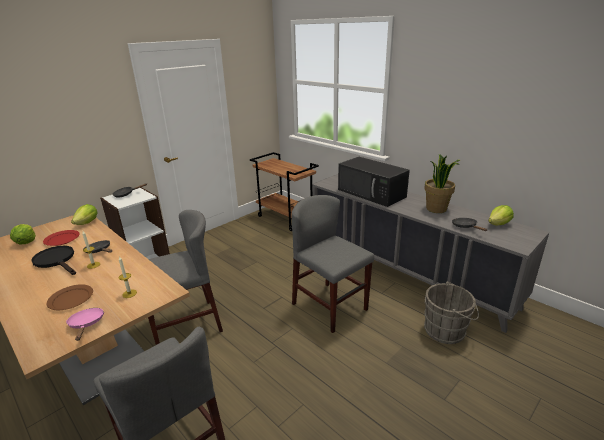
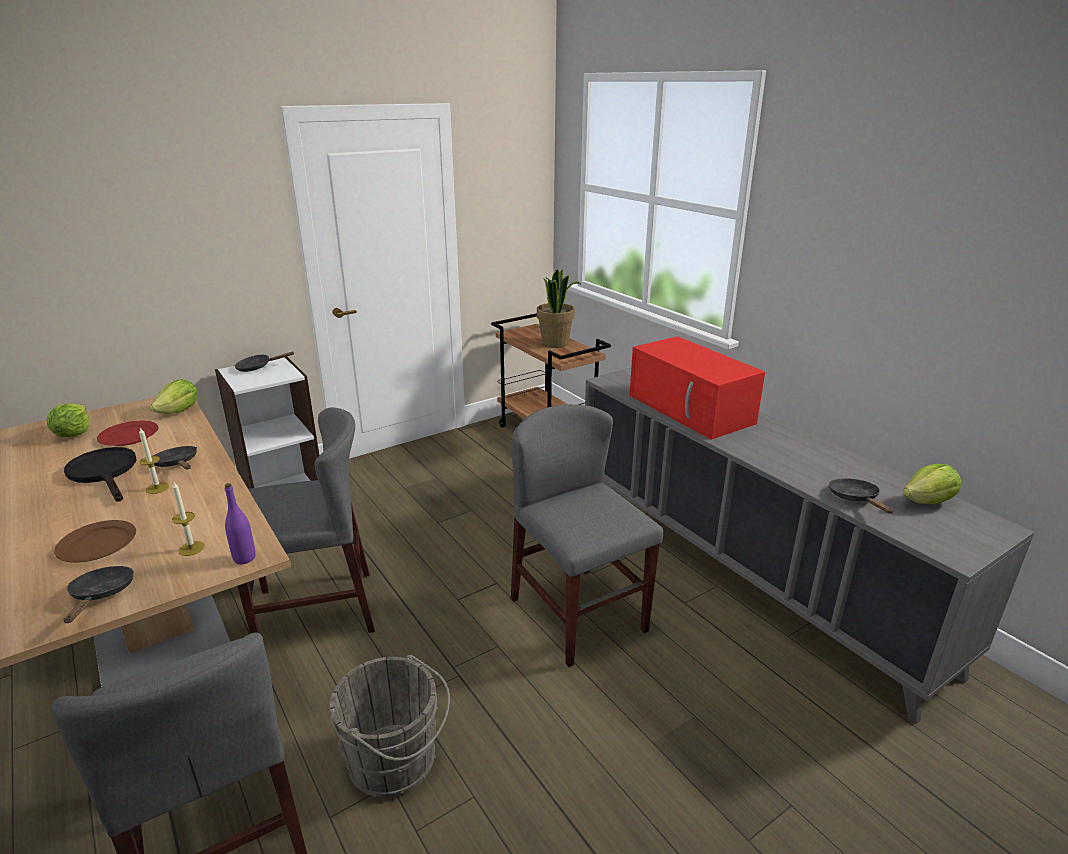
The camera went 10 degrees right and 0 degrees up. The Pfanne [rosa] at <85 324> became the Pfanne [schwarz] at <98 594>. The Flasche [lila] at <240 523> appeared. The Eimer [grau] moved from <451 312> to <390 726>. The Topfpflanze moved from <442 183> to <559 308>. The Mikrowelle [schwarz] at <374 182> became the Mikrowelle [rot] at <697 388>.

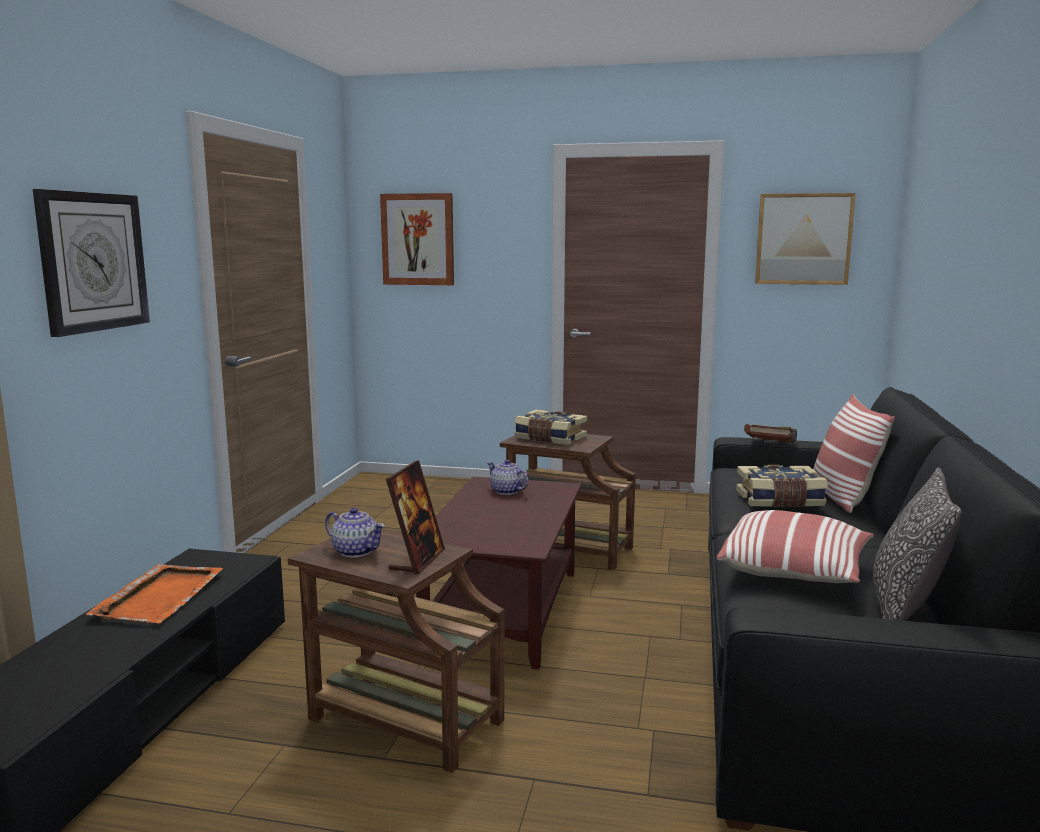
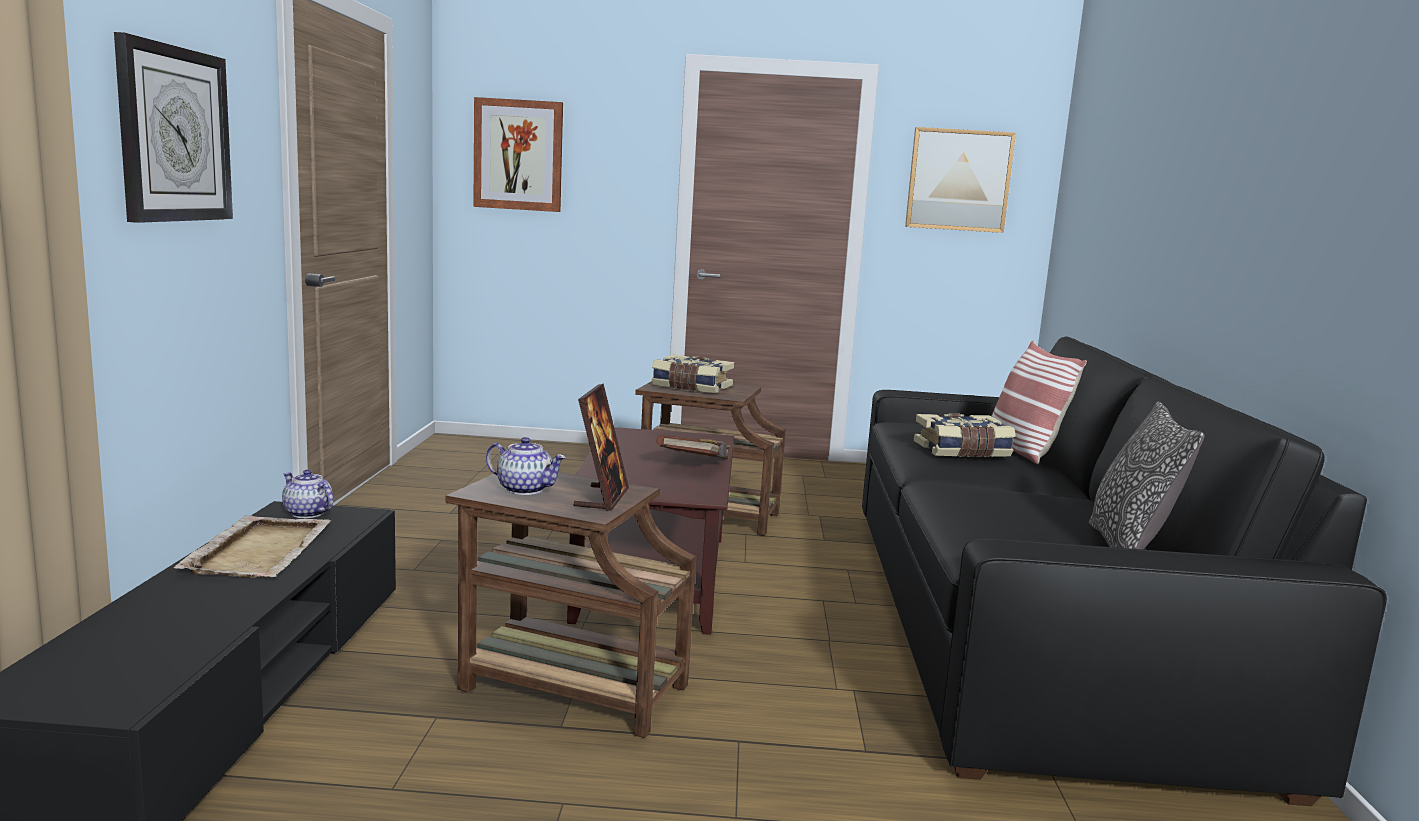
The camera went 10 degrees left and 0 degrees up. The Tablett [orange] at <154 593> became the Tablett [beige] at <252 546>. The Teekanne moved from <508 477> to <307 494>. The Buch [braun] moved from <770 433> to <694 447>. The Kissen at <795 546> disappeared.

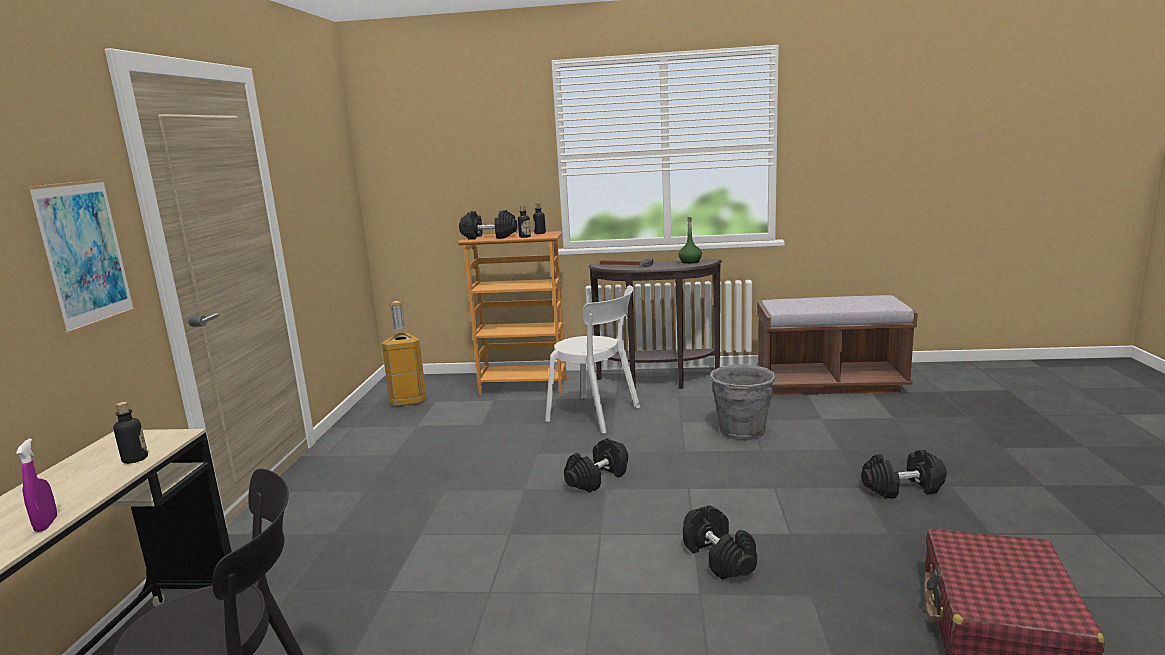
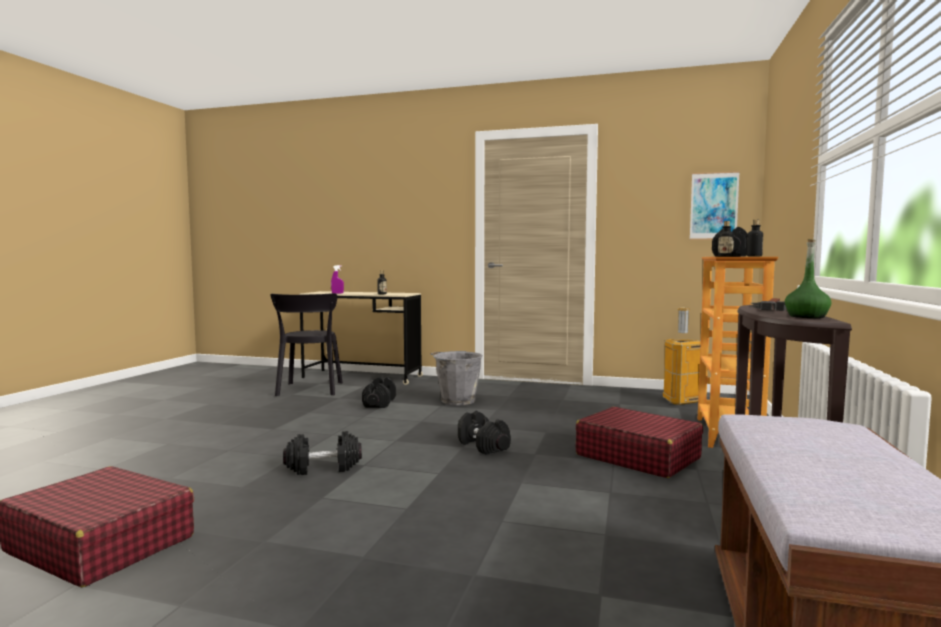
The camera went 100 degrees right and 10 degrees down. The Hantel [schwarz] moved from <904 474> to <379 392>. The Eimer [grau] moved from <741 402> to <456 378>. The Stuhl [weiß] at <592 359> was replaced by the Koffer [rot] at <639 442>. The Bild moved from <81 256> to <715 205>.

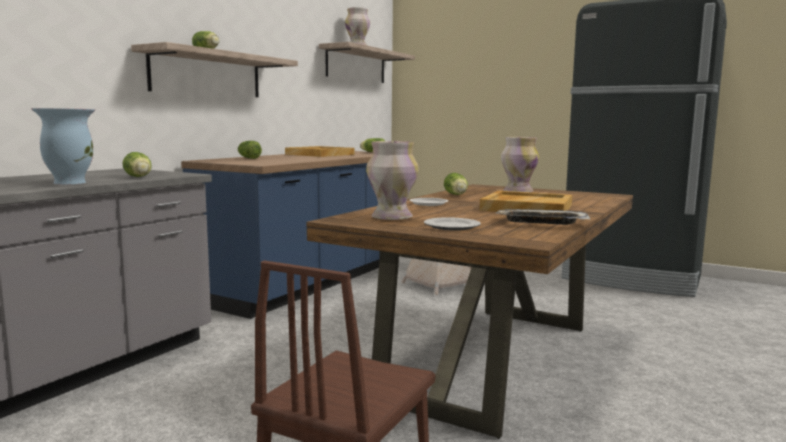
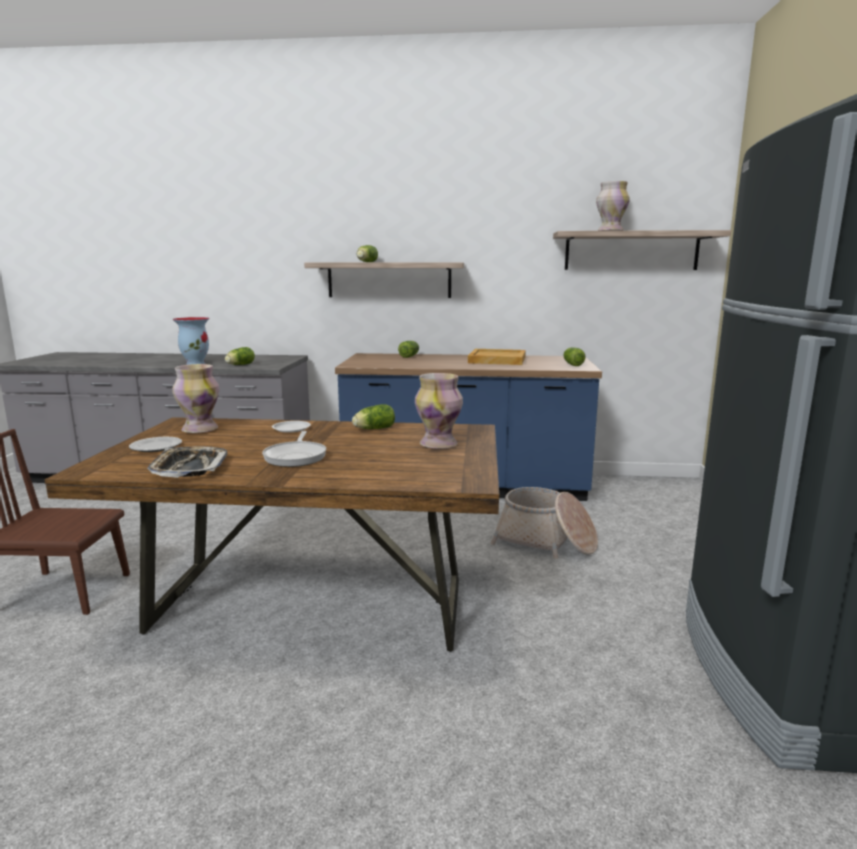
The camera went 65 degrees right and 5 degrees up. The Tablett [beige] at <525 201> was replaced by the Pfanne at <294 449>.

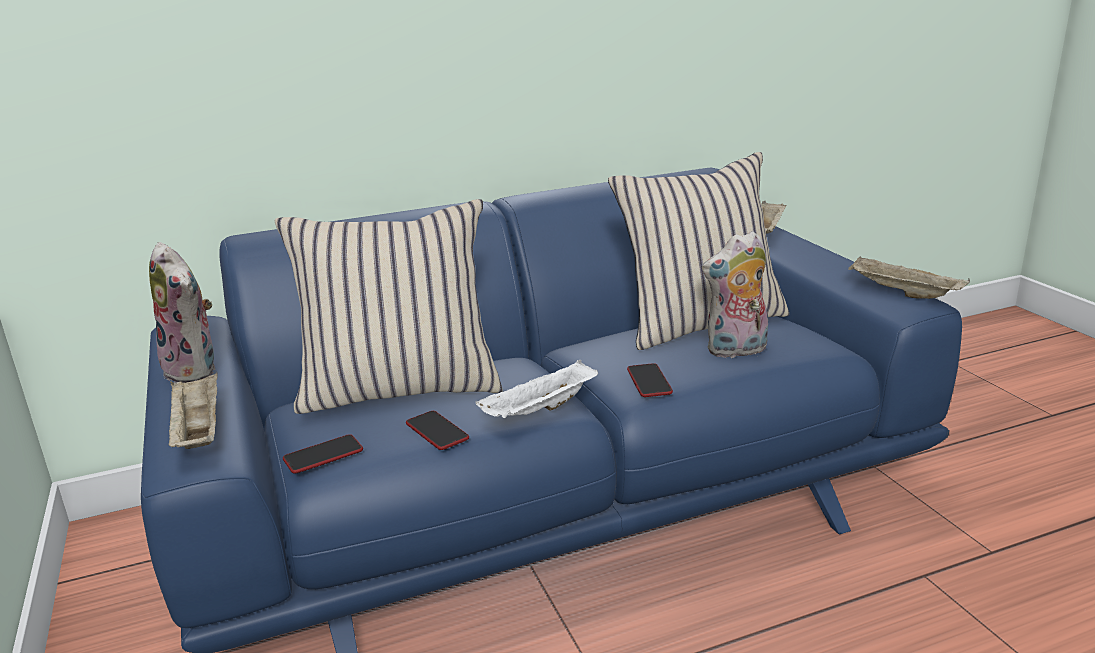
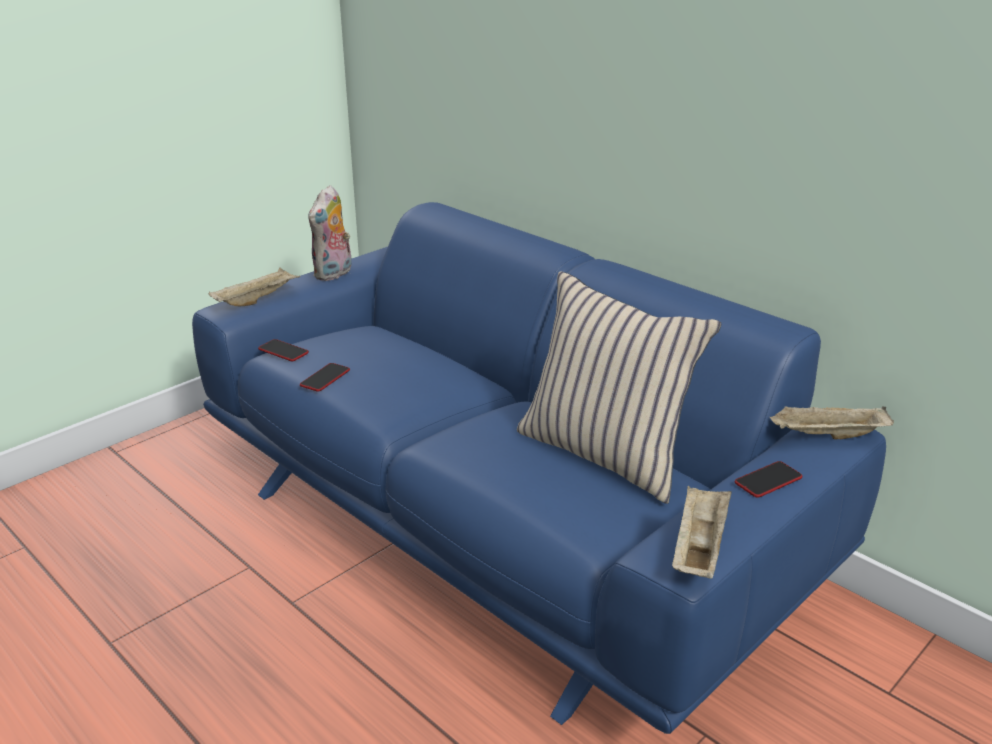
The camera went 65 degrees right and 5 degrees up. The Handy moved from <650 380> to <768 479>. The Kissen [beige] at <389 306> disappeared. The Tablett [weiß] at <536 389> disappeared. The Plüschtier at <735 294> disappeared.

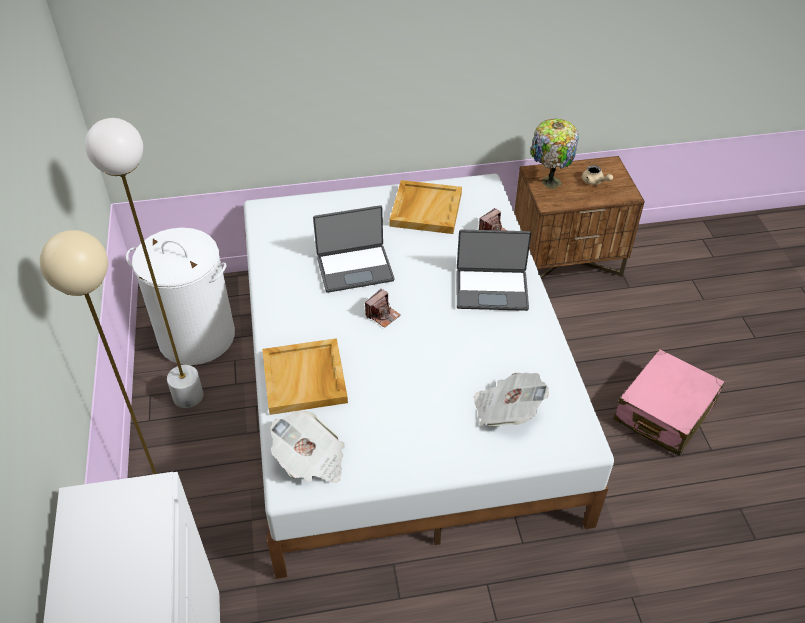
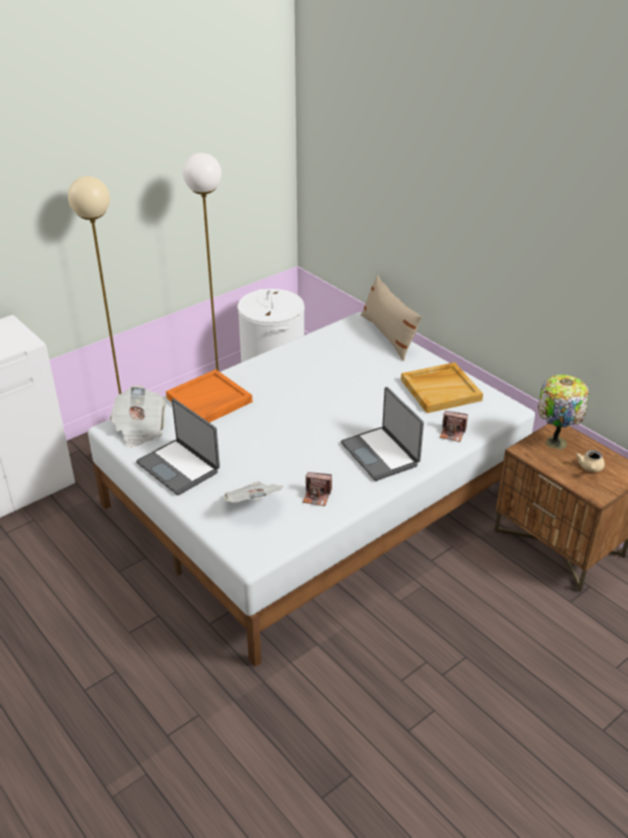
The camera went 60 degrees right and 10 degrees down. The Laptop moved from <354 249> to <178 447>. The Tablett [beige] at <305 376> became the Tablett [orange] at <209 396>. The Kamera moved from <383 308> to <317 489>. The Kissen [beige] at <391 318> appeared. The Koffer [rosa] at <669 402> disappeared.

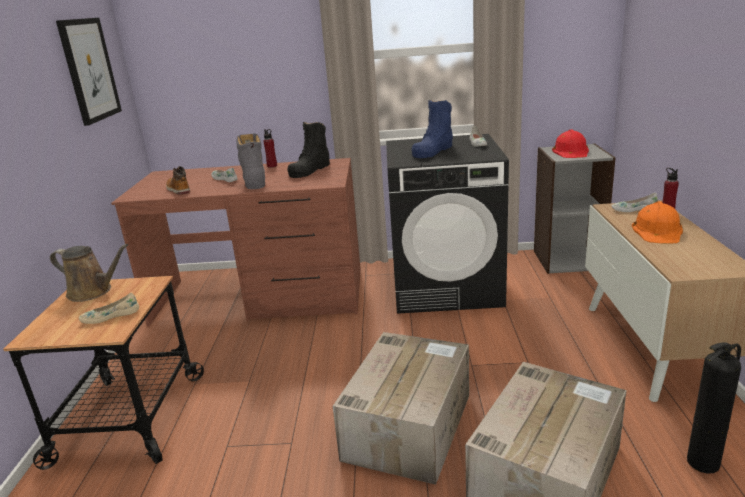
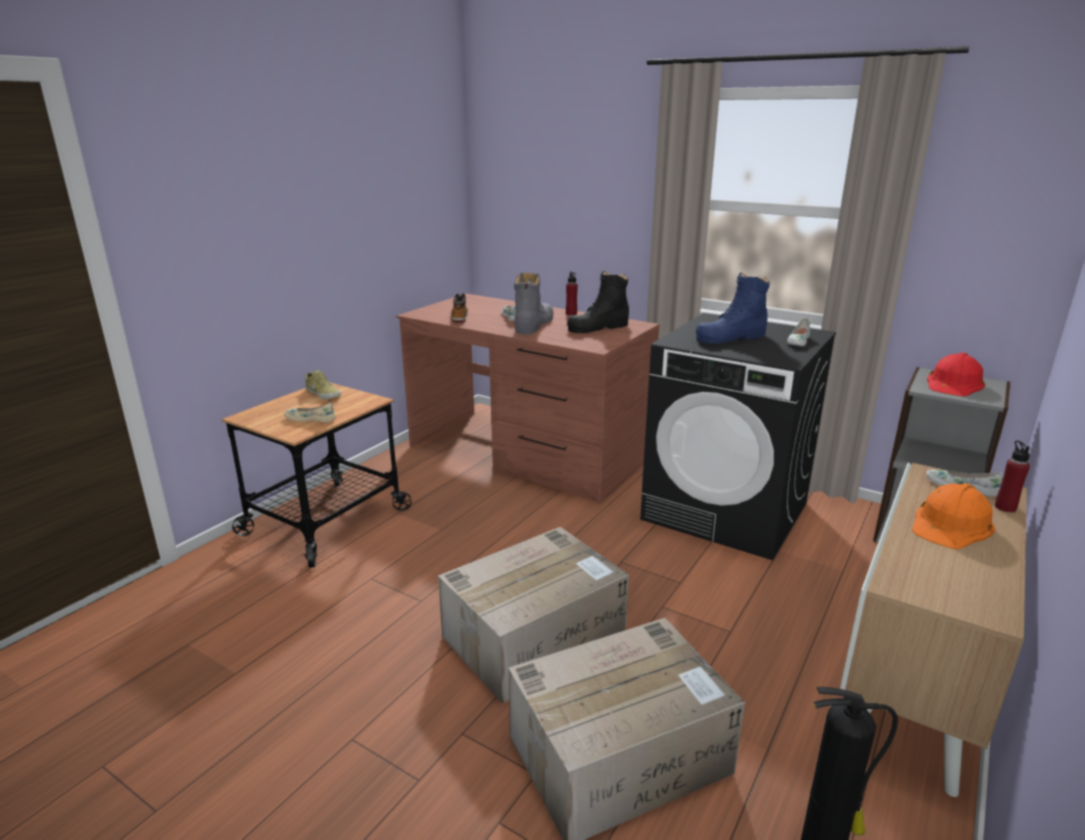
The camera went 30 degrees right and 0 degrees up. The Gießkanne [braun] at <89 273> was replaced by the Schuh [beige] at <323 384>. The Bild at <89 72> disappeared.

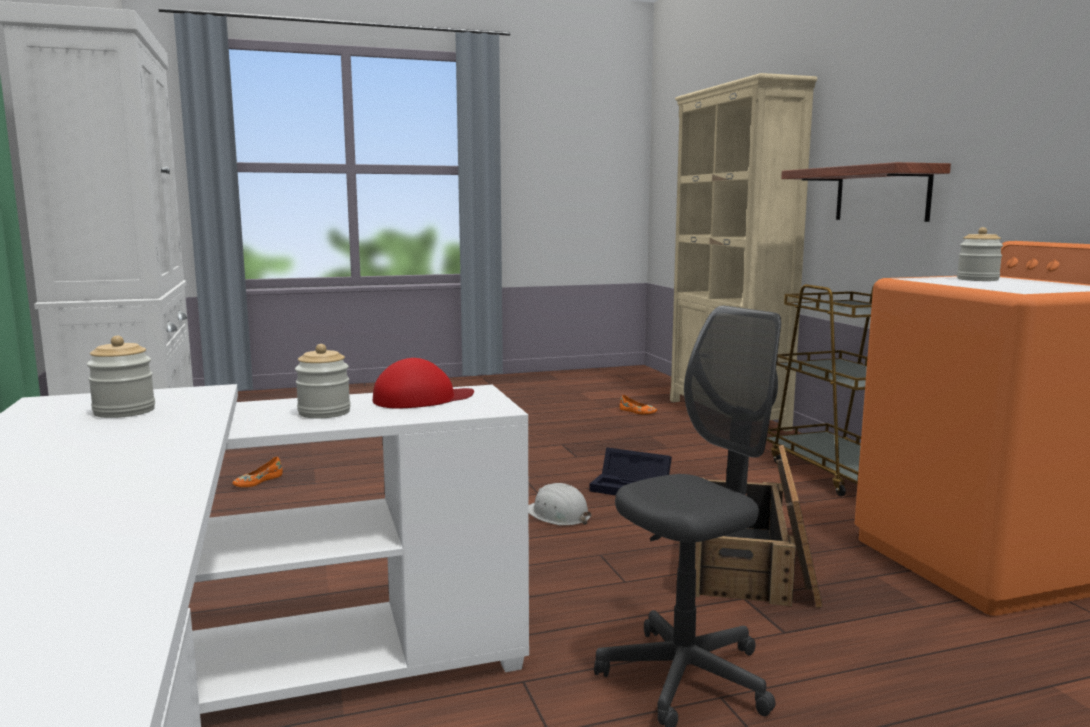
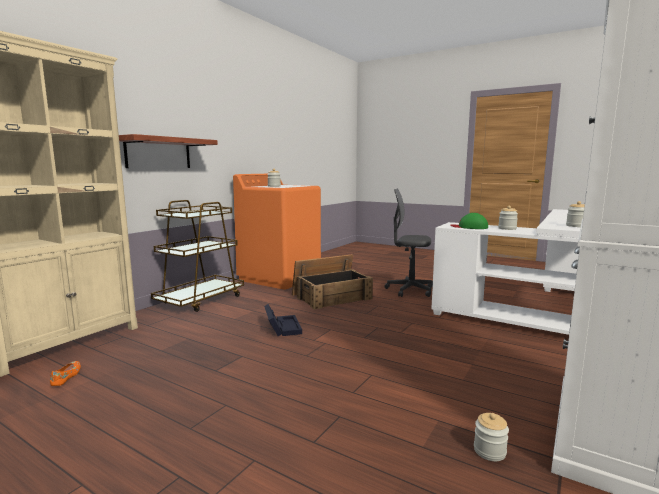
The camera went 130 degrees left and 0 degrees up. The Kappe [rot] at <423 383> became the Kappe [grün] at <469 221>. The Schuh [orange] at <257 472> was replaced by the Vorratsglas at <491 437>. The Schutzhelm [weiß] at <560 504> disappeared.

